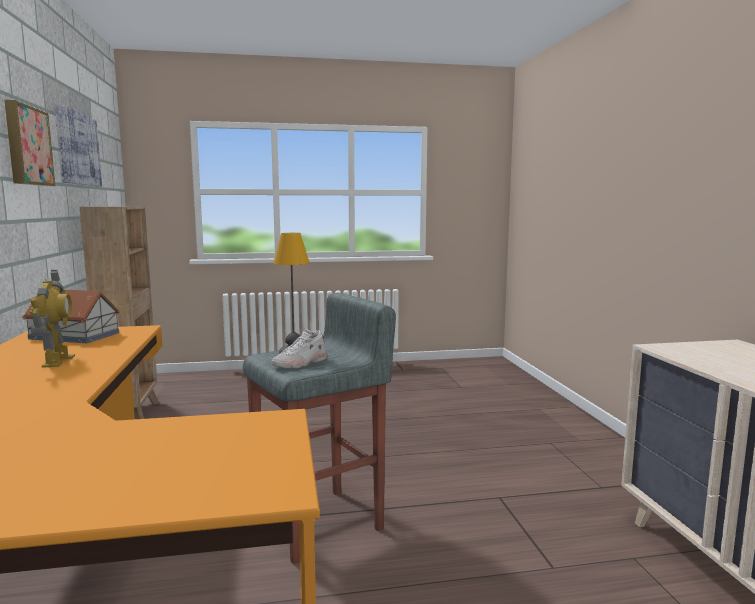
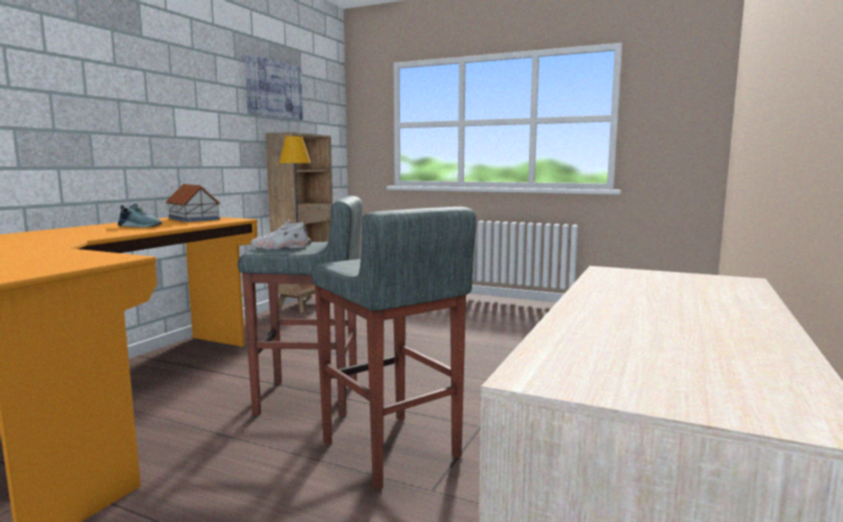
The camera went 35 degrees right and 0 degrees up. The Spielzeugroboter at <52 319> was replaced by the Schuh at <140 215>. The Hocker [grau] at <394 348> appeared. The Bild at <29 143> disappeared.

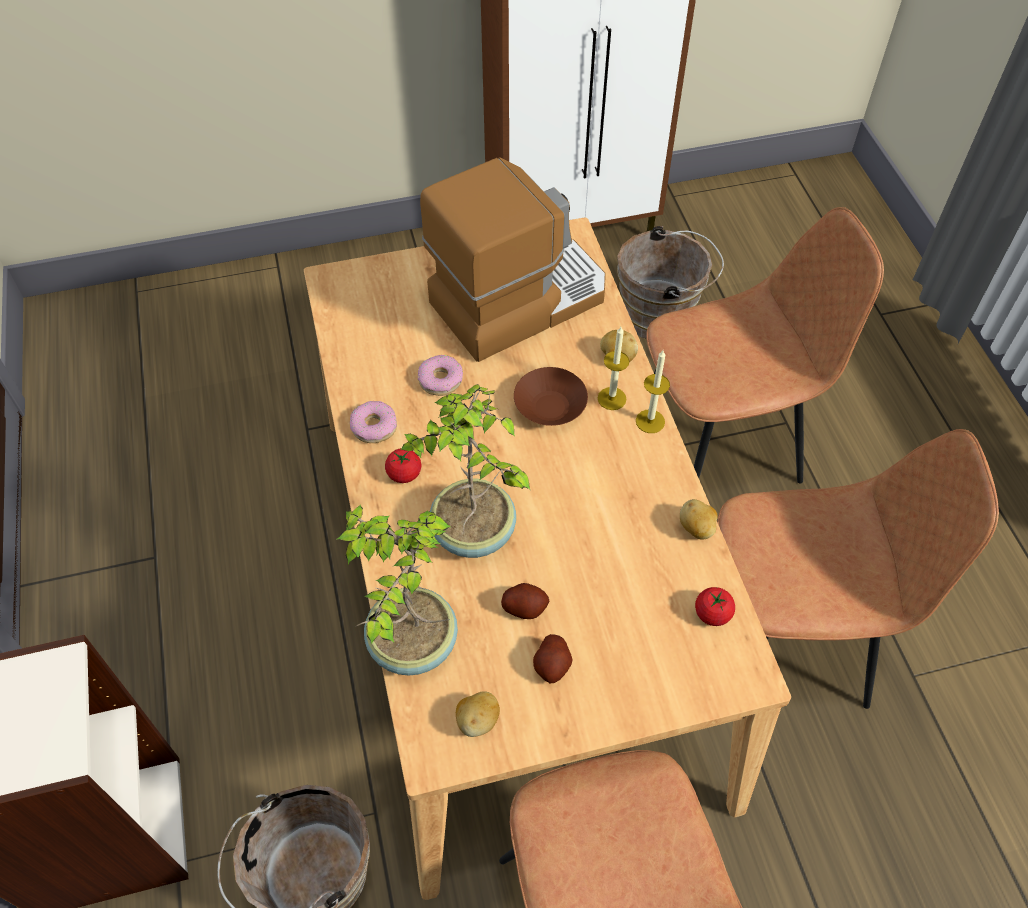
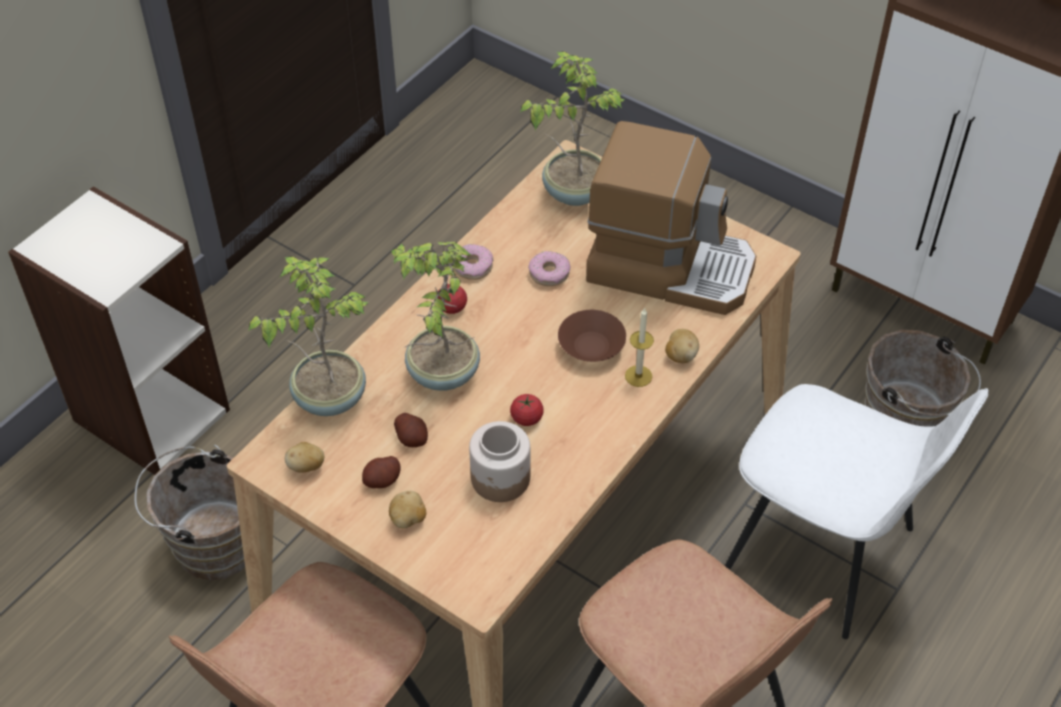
The camera went 50 degrees right and 5 degrees down. The Kartoffel moved from <699 519> to <407 510>. The Vorratsglas at <499 461> appeared. The Tomate moved from <715 606> to <527 410>. The Topfpflanze at <572 129> appeared. The Stuhl [braun] at <765 345> became the Stuhl [weiß] at <857 511>. The Kerze at <653 391> disappeared.

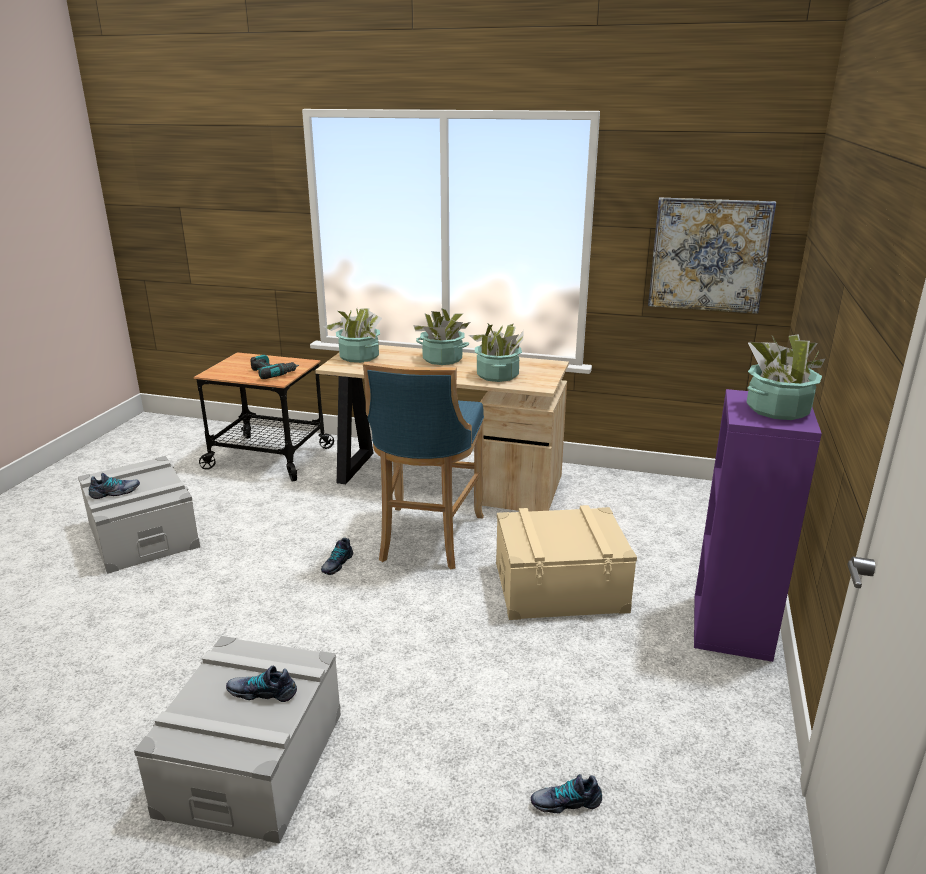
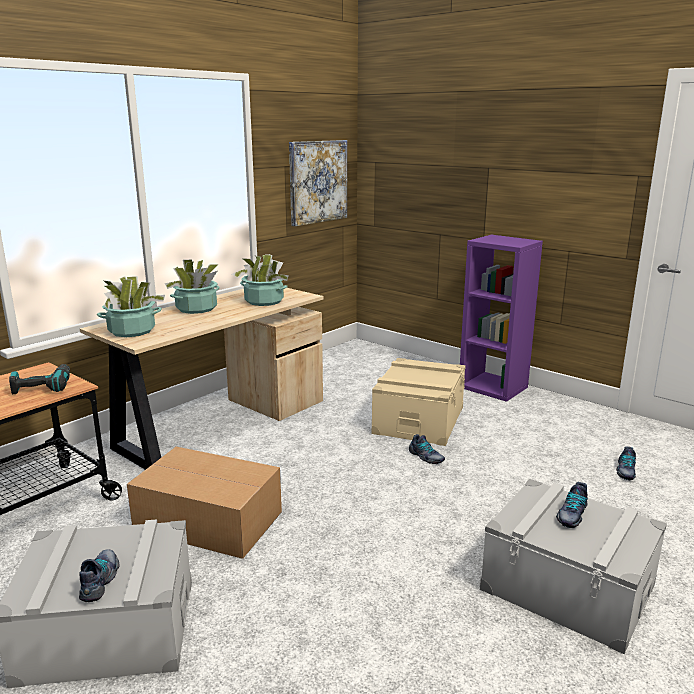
The camera went 65 degrees left and 5 degrees down. The Karton at <204 503> appeared. The Schuh moved from <337 556> to <427 449>. The Hocker [blau] at <423 466> disappeared. The Topfpflanze at <785 377> disappeared.

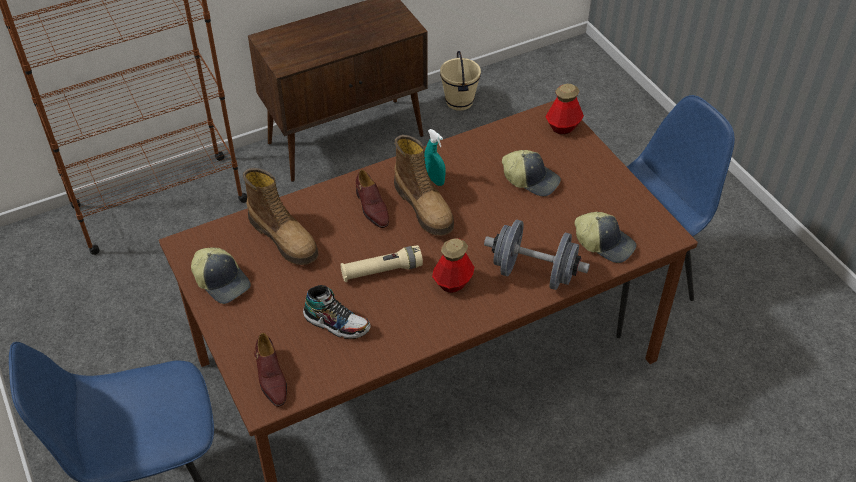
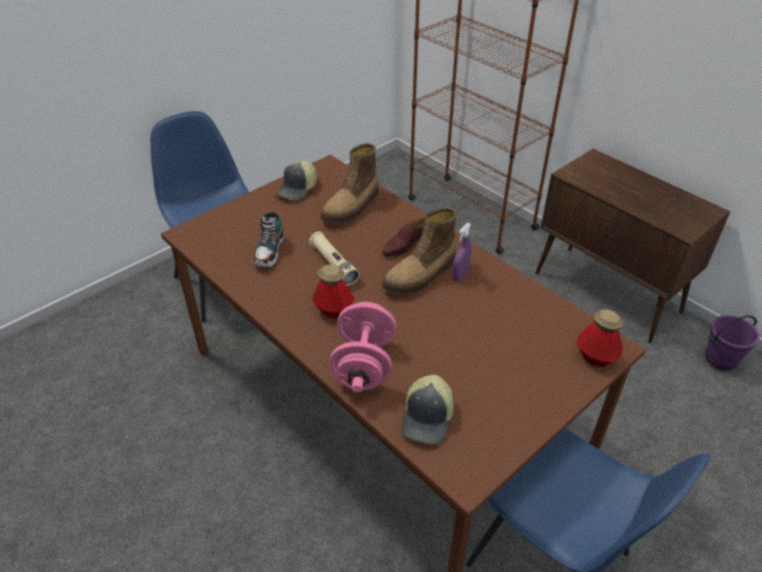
The camera went 75 degrees right and 5 degrees down. The Hantel [grau] at <537 255> became the Hantel [rosa] at <362 347>. The Sprühflasche [türkis] at <435 157> became the Sprühflasche [lila] at <461 252>. The Eimer [beige] at <460 81> became the Eimer [lila] at <732 343>. The Schuh [braun] at <270 370> disappeared. The Kappe at <531 173> disappeared.

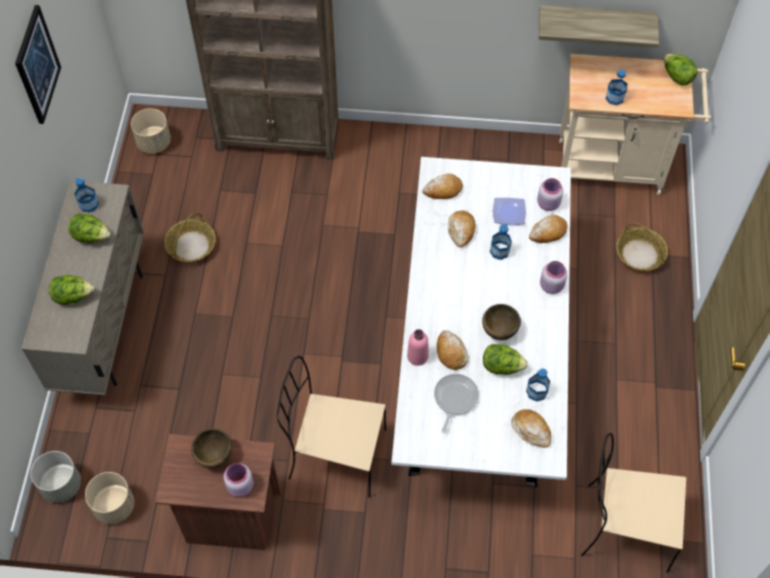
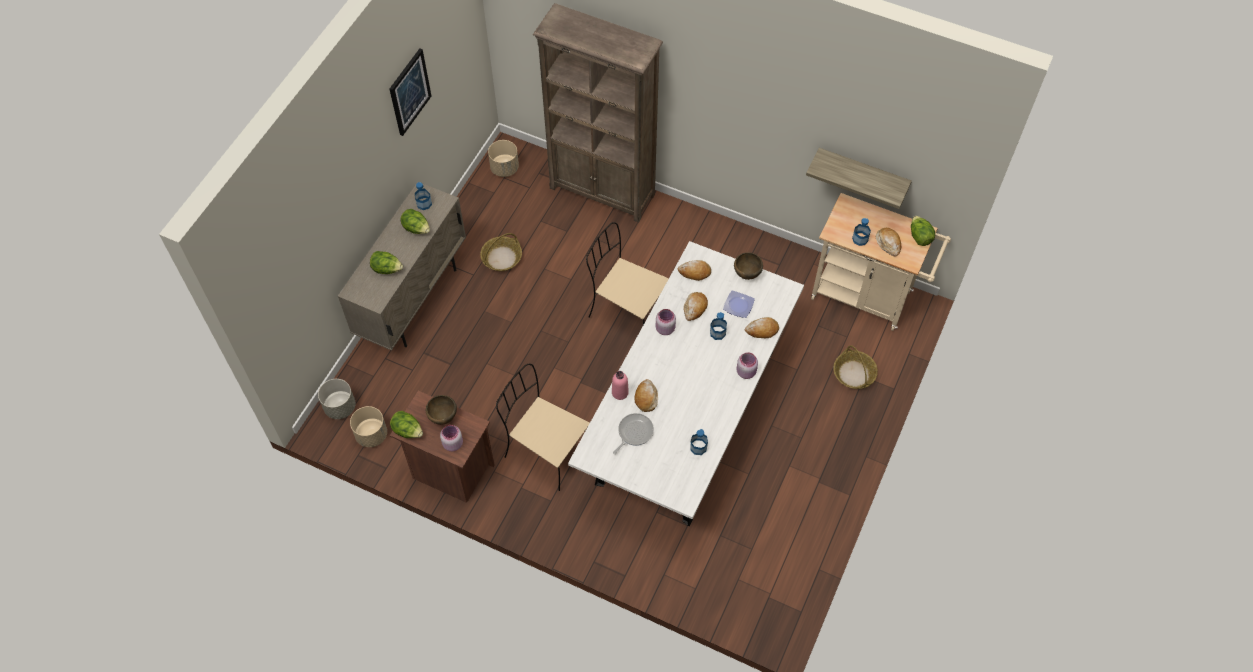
The camera went 20 degrees right and 0 degrees up. The Salatkopf moved from <505 359> to <406 424>. The Stuhl [beige] moved from <633 503> to <627 273>. The Vorratsglas [rosa] moved from <550 194> to <666 322>. The Schüssel [braun] moved from <501 322> to <748 266>. The Brot moved from <531 428> to <888 242>.

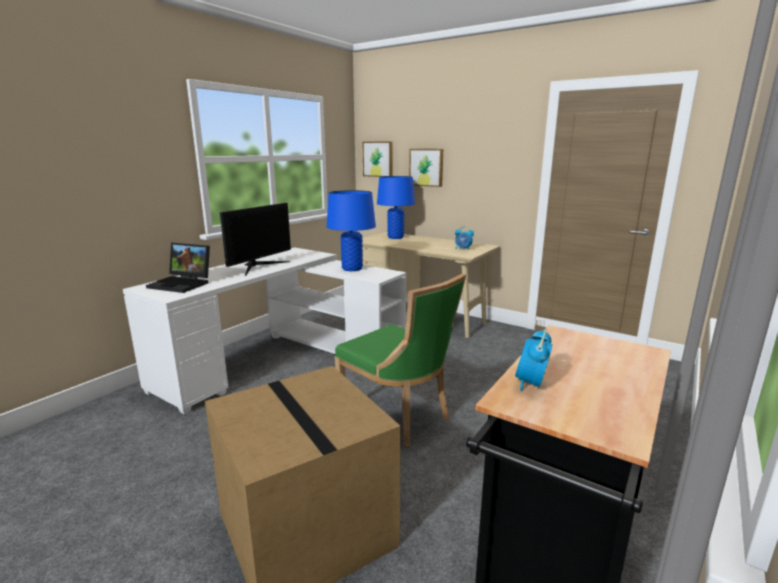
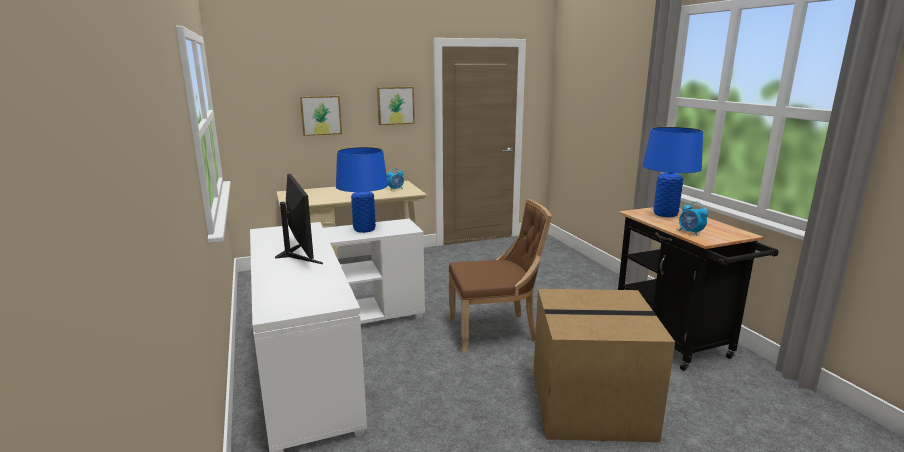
The camera went 55 degrees left and 0 degrees up. The Bild moved from <378 159> to <396 106>. The Stuhl [grün] at <400 360> became the Stuhl [braun] at <500 276>. The Tischlampe [blau] moved from <396 207> to <673 172>. The Laptop at <178 268> disappeared.

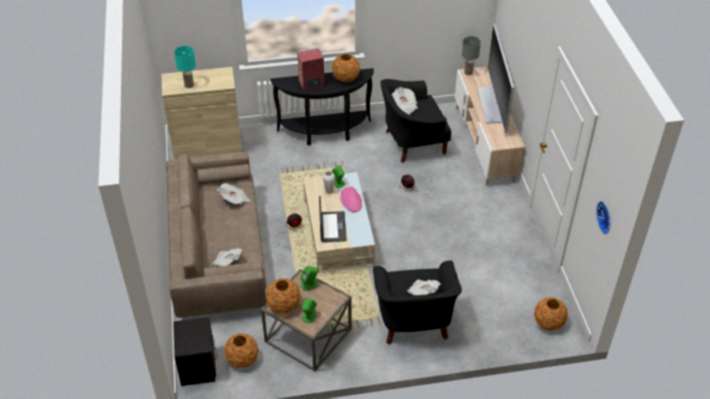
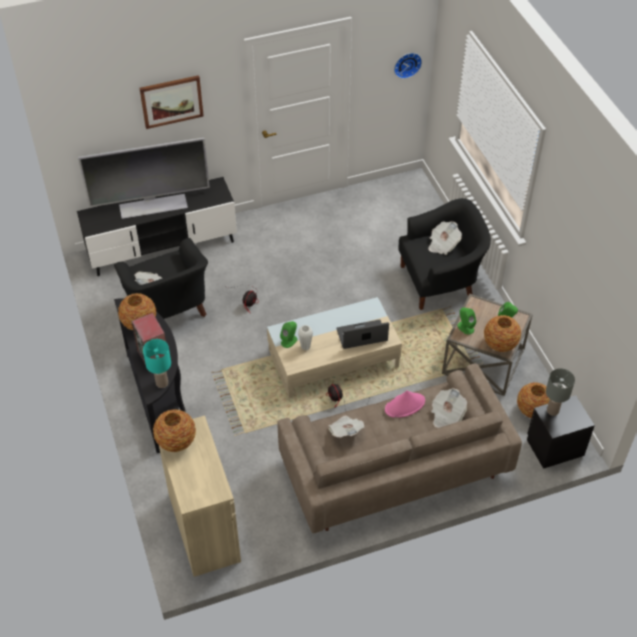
The camera went 100 degrees left and 5 degrees up. The Fernsehschrank [beige] at <490 126> became the Fernsehschrank [schwarz] at <157 226>. The Bild at <172 102> appeared. The Tischlampe [türkis] moved from <185 67> to <157 363>. The Vase moved from <551 314> to <174 430>. The Hut [rosa] moved from <351 199> to <405 404>. The Tischlampe [grau] moved from <471 55> to <560 392>.

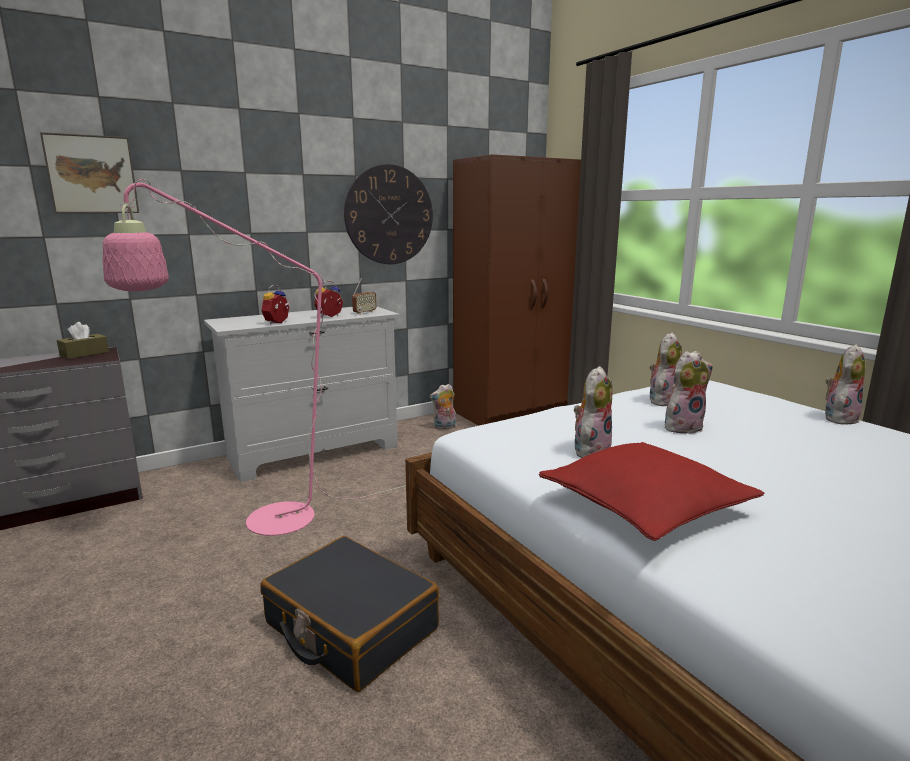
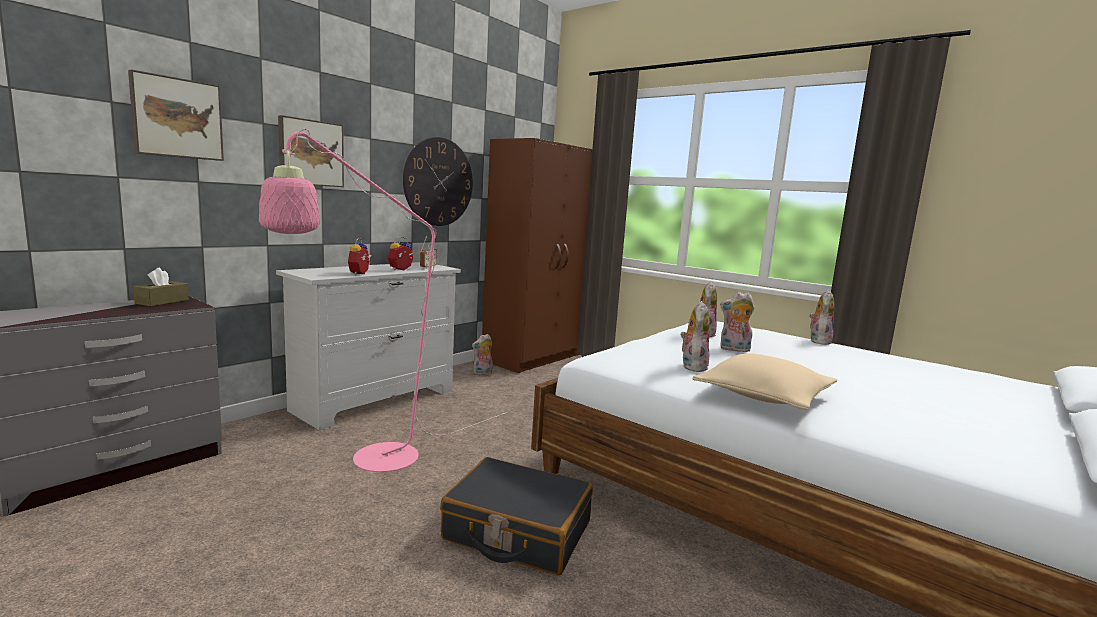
The camera went 20 degrees left and 5 degrees down. The Bild at <311 151> appeared. The Kissen [rot] at <652 491> became the Kissen [beige] at <765 381>. The Plüschtier at <689 392> turned 135 degrees counterclockwise.

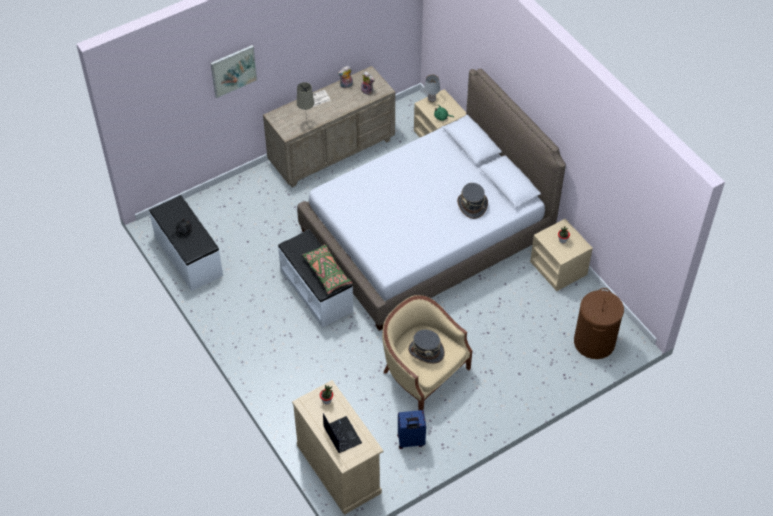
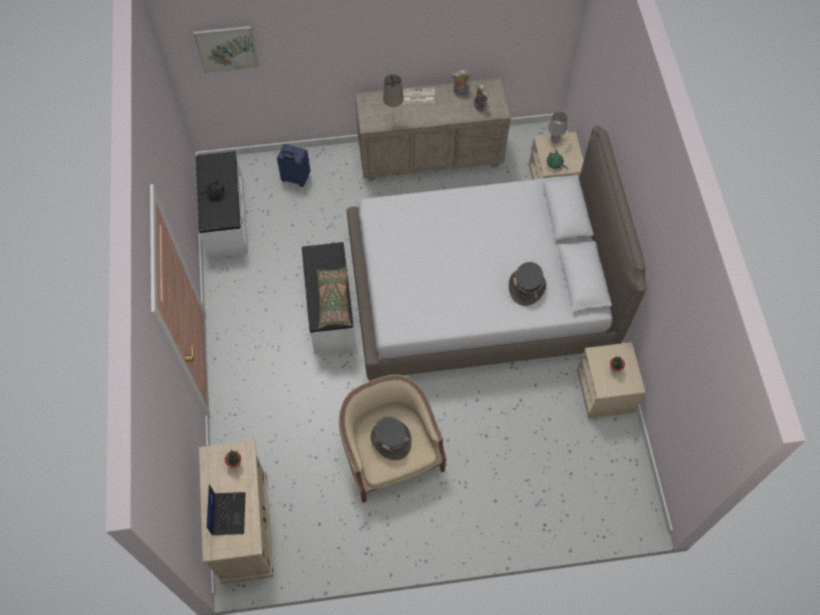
The camera went 25 degrees right and 10 degrees up. The Bild moved from <233 71> to <226 49>. The Koffer [blau] moved from <411 429> to <294 165>. The Wäschekorb [braun] at <599 323> disappeared.

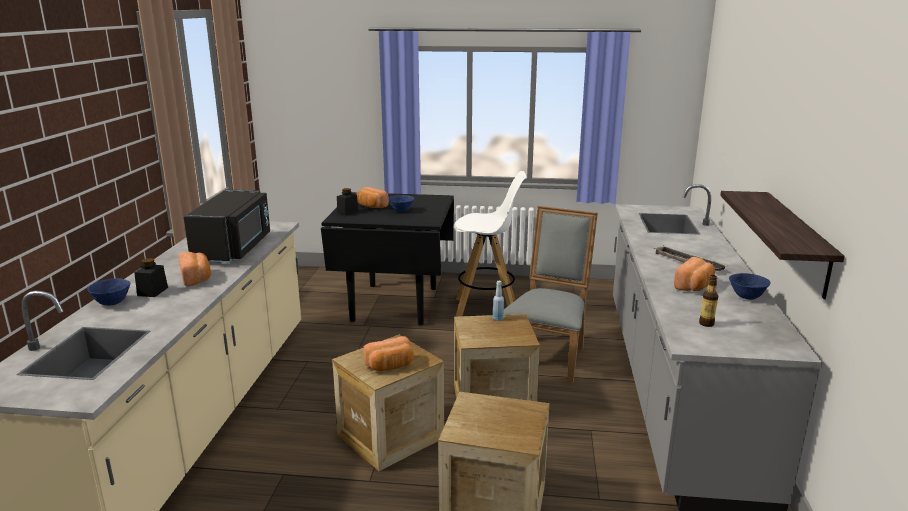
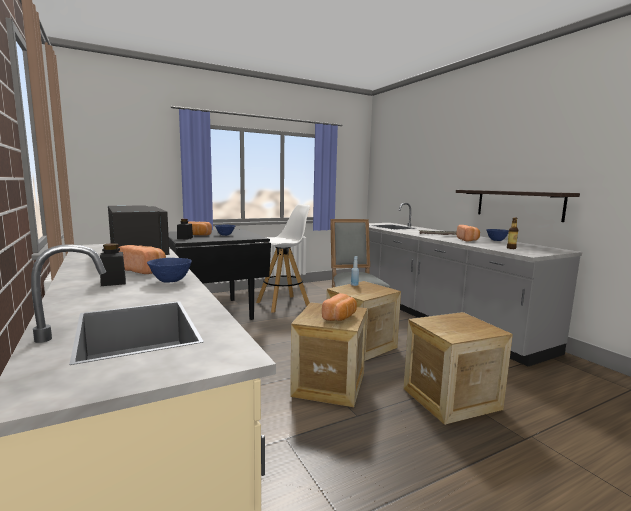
The camera went 35 degrees left and 10 degrees down. The Schüssel [blau] moved from <109 291> to <169 270>.

